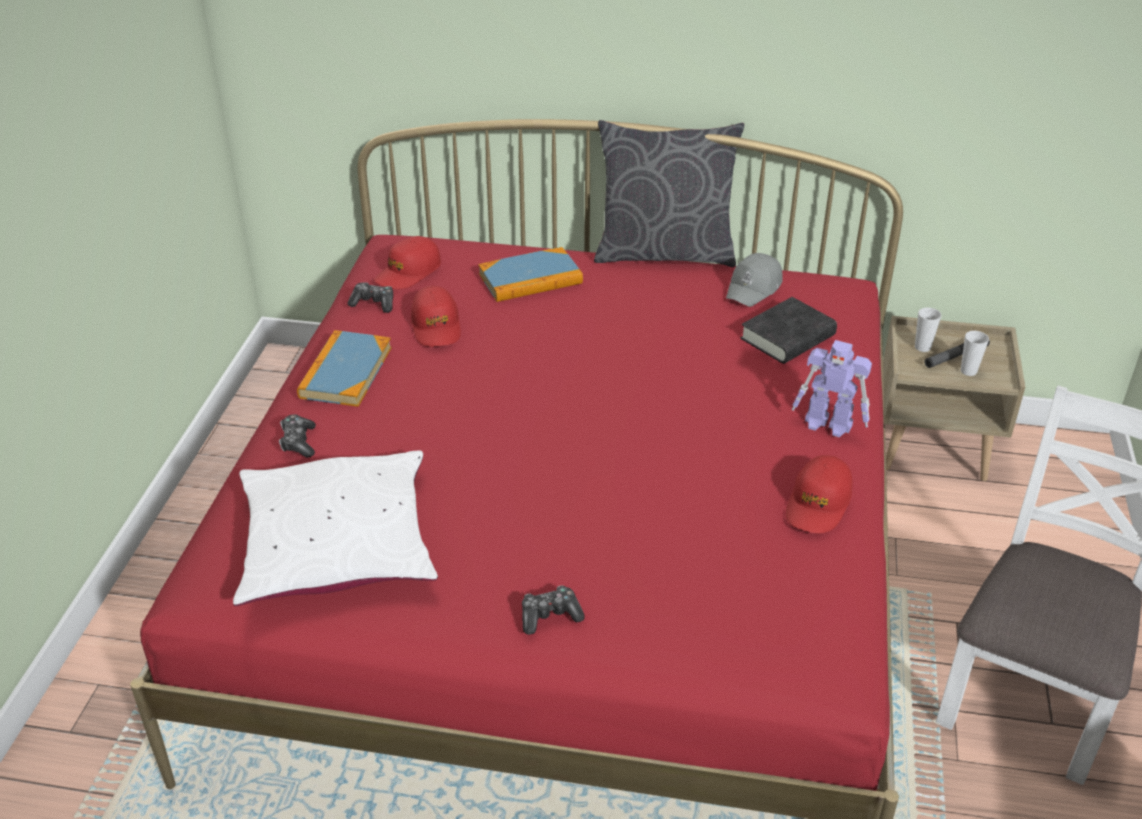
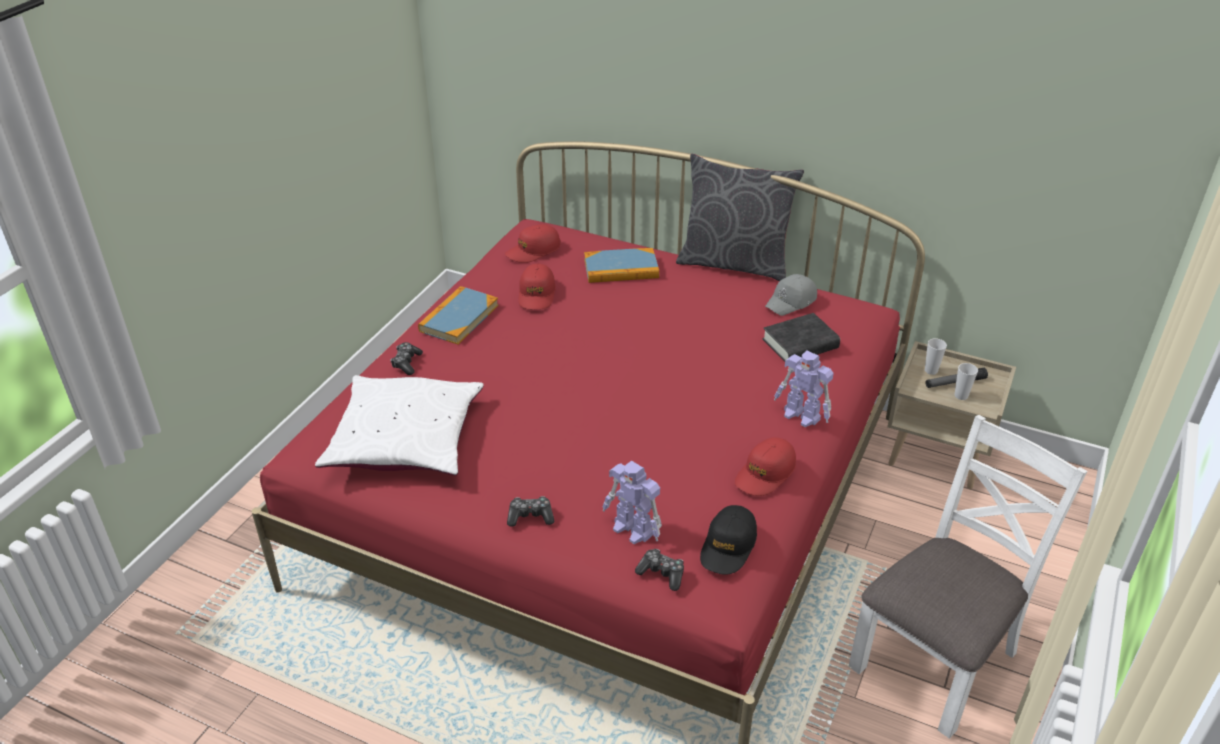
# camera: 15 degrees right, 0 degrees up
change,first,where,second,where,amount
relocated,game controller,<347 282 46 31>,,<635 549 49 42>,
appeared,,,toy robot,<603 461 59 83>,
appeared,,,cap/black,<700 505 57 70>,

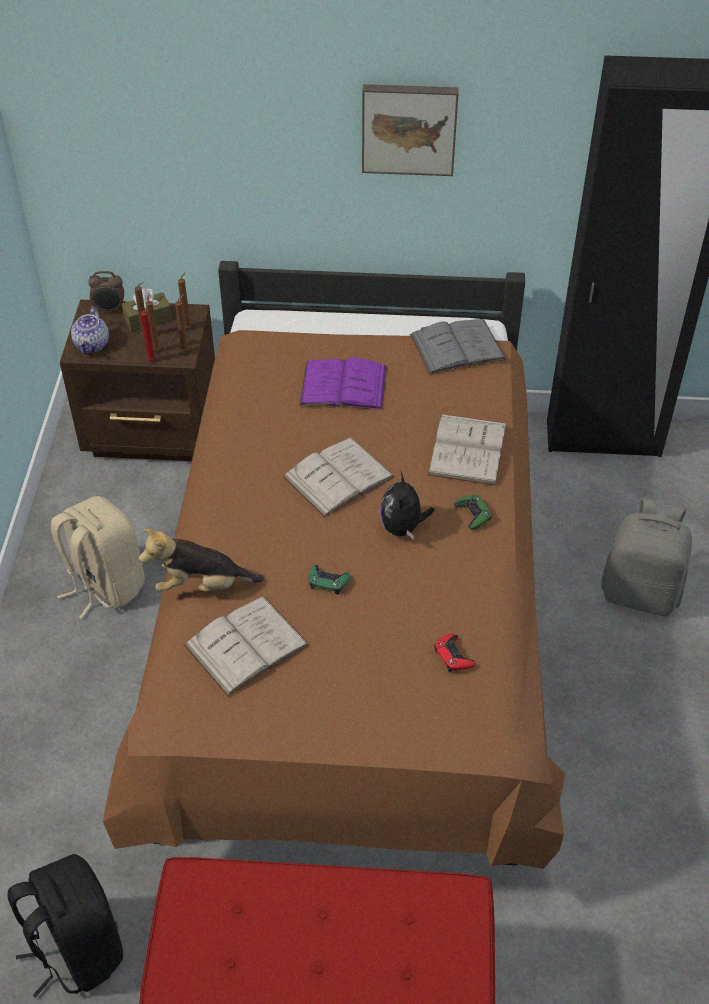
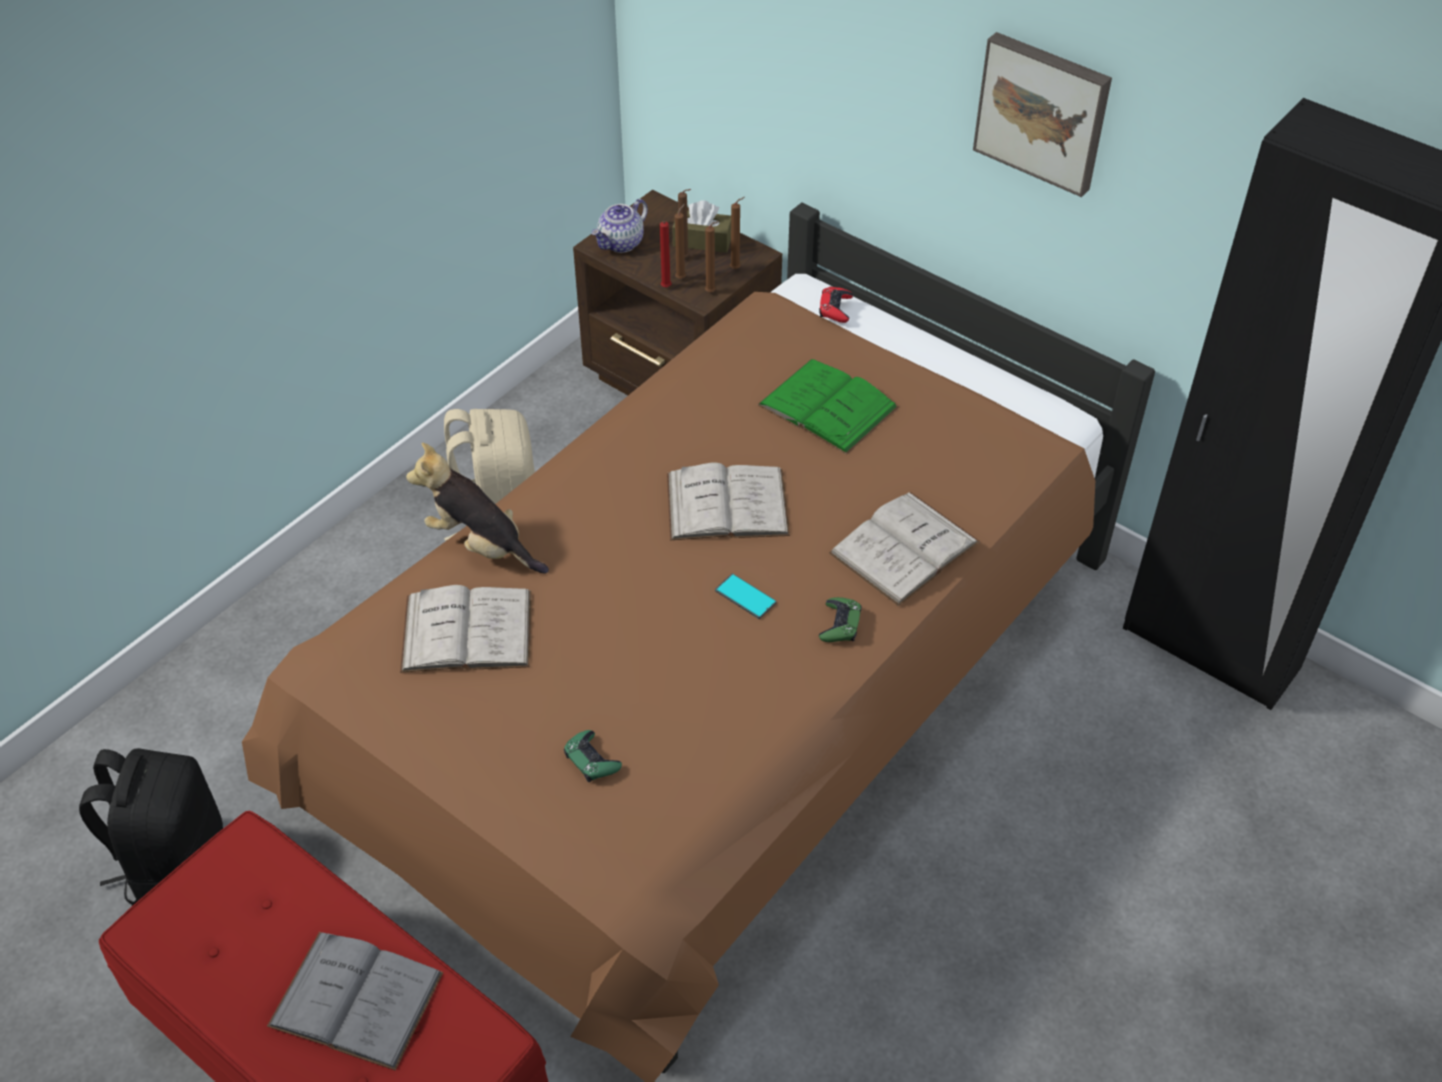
# camera: 35 degrees right, 0 degrees up
change,first,where,second,where,amount
missing,alarm clock,<88 271 36 41>,,,
colour,book/purple,<299 357 88 53>,book/green,<758 359 141 96>,
relocated,game controller/green,<308 565 43 30>,,<564 730 58 52>,
exchanged,plush toy,<380 472 55 68>,phone,<715 573 62 46>,
relocated,book/grey,<410 319 96 55>,,<267 932 176 138>,
relocated,game controller/red,<434 634 42 38>,,<819 286 34 37>,
missing,backpack/grey,<602 498 90 118>,,,

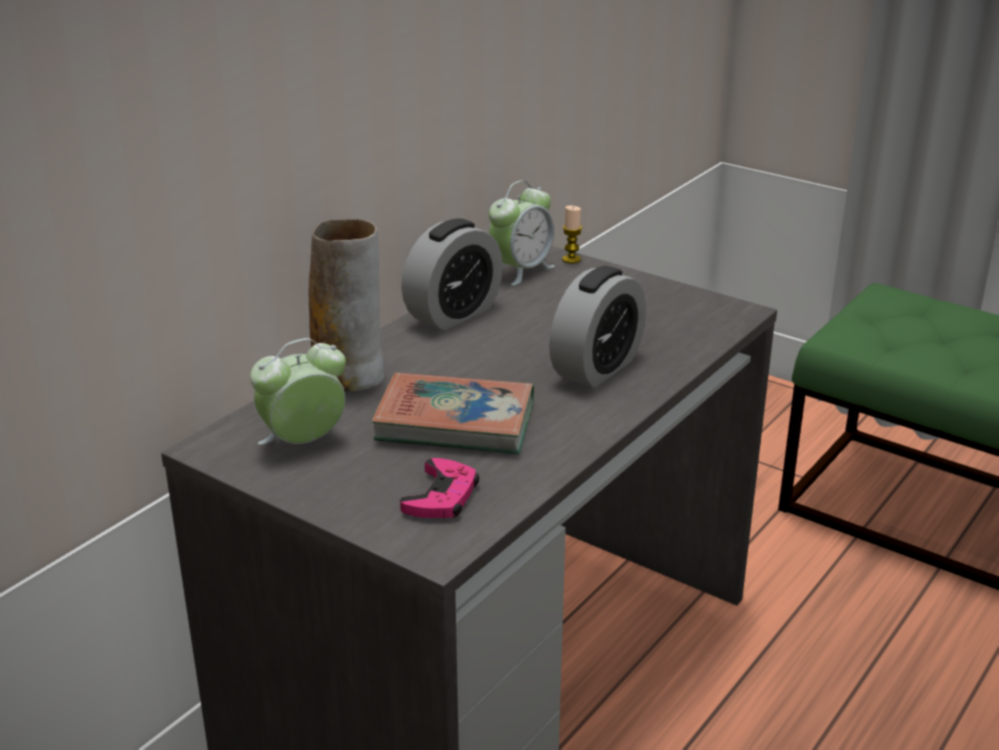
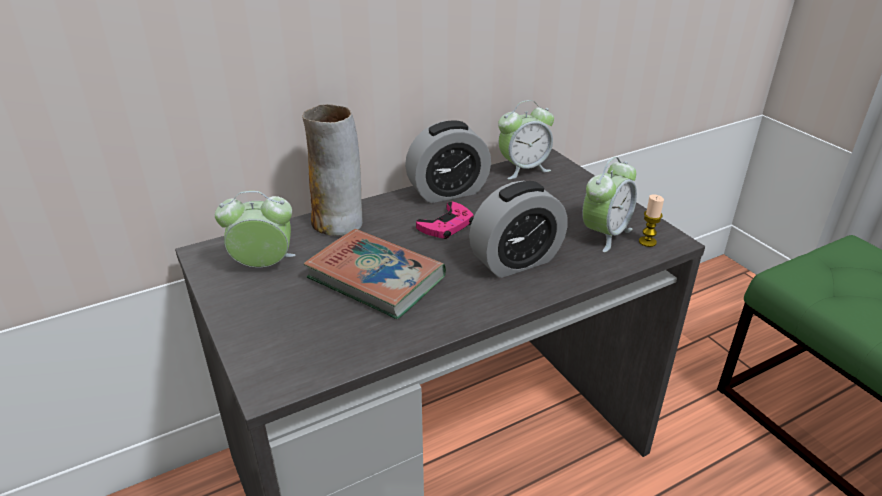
# camera: 25 degrees right, 5 degrees up
change,first,where,second,where,amount
relocated,game controller/pink,<400 458 79 60>,,<416 202 58 37>,
relocated,candle,<562 206 20 58>,,<639 194 25 53>,
appeared,,,alarm clock,<582 157 55 95>,

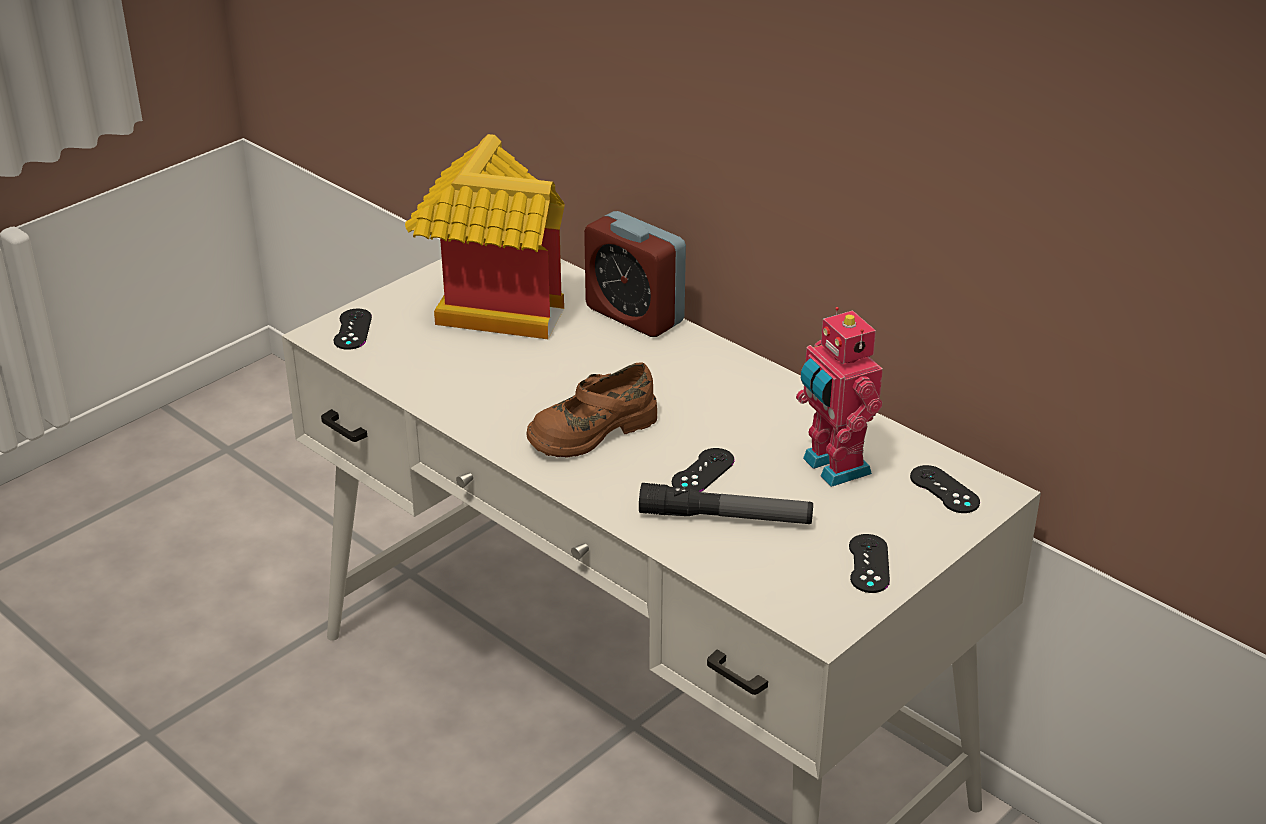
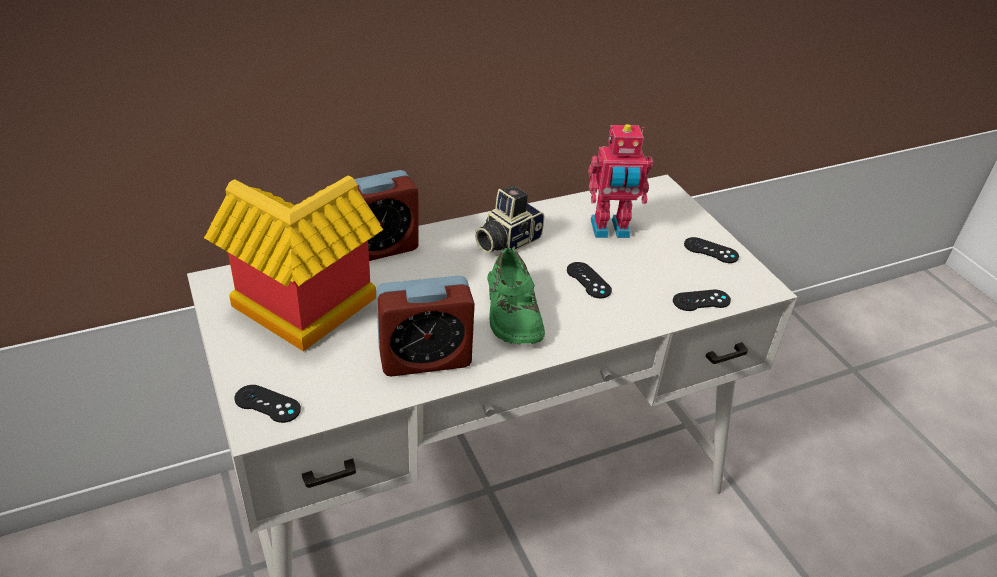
# camera: 70 degrees left, 5 degrees up
change,first,where,second,where,amount
colour,shoe/brown,<526 362 131 96>,shoe/green,<487 248 58 97>,
missing,flashlight,<639 483 174 41>,,,
relocated,game controller/black,<910 465 70 48>,,<673 290 58 21>,
appeared,,,alarm clock,<376 275 99 102>,
appeared,,,photo camera,<475 186 69 67>,

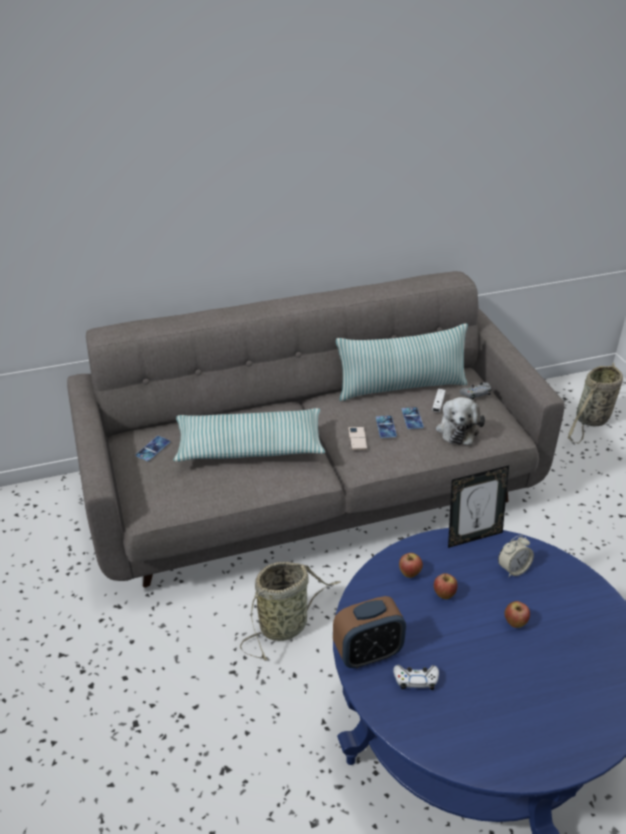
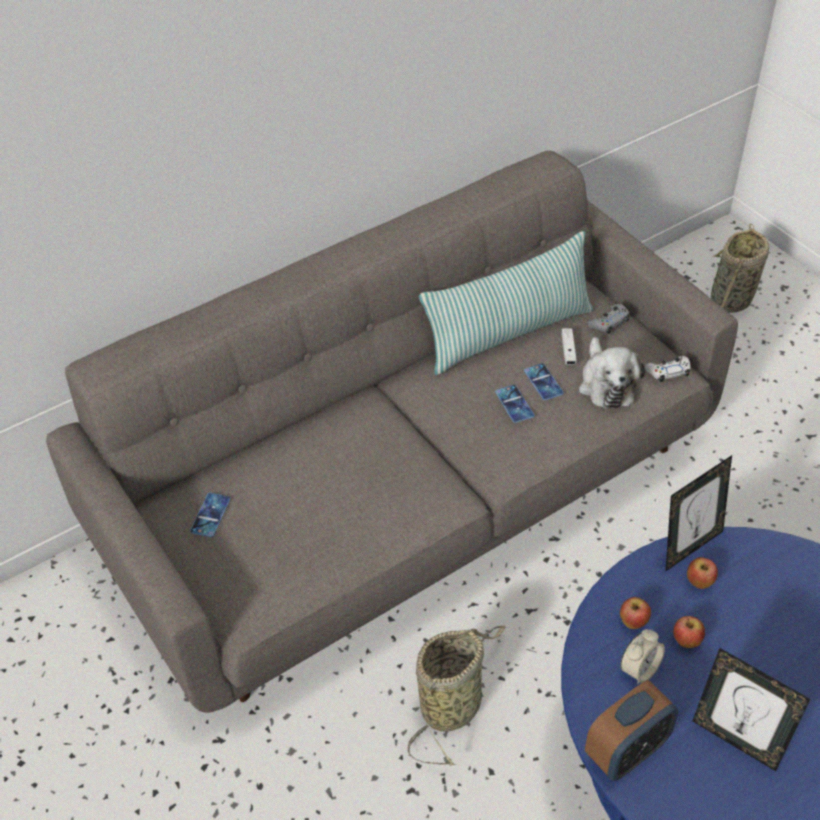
# camera: 15 degrees left, 10 degrees up
change,first,where,second,where,amount
missing,pillow,<174 408 151 54>,,,
missing,phone,<348 427 19 23>,,,
relocated,game controller/white,<393 665 46 25>,,<645 356 46 26>,
relocated,alarm clock,<498 535 36 42>,,<620 629 45 56>,
relocated,apple,<505 601 25 27>,,<687 557 31 32>,
appeared,,,picture frame,<692 648 118 123>,

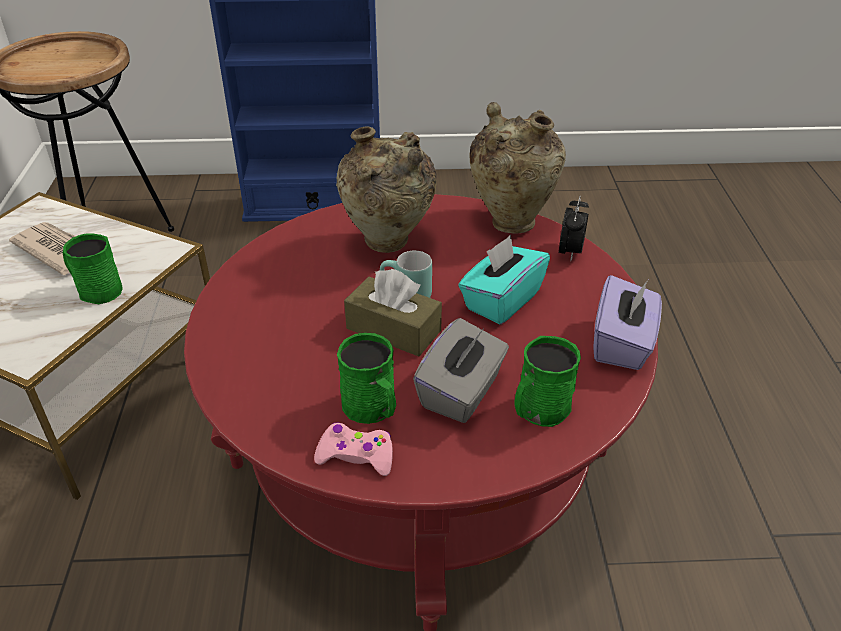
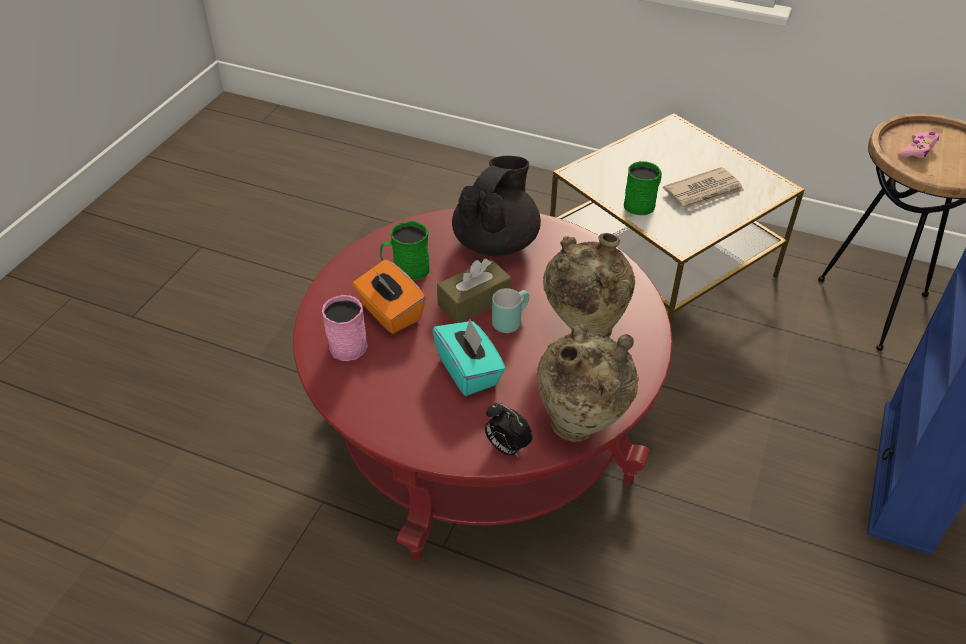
# camera: 115 degrees right, 5 degrees up
change,first,where,second,where,amount
relocated,game controller/pink,<314 423 79 53>,,<899 132 40 26>,
colour,tissue box/grey,<413 318 96 105>,tissue box/orange,<353 260 73 74>,
colour,mug/green,<514 336 67 91>,mug/pink,<322 295 46 66>,
missing,tissue box/purple,<593 275 69 95>,,,
appeared,,,teapot/black,<452 156 89 100>,

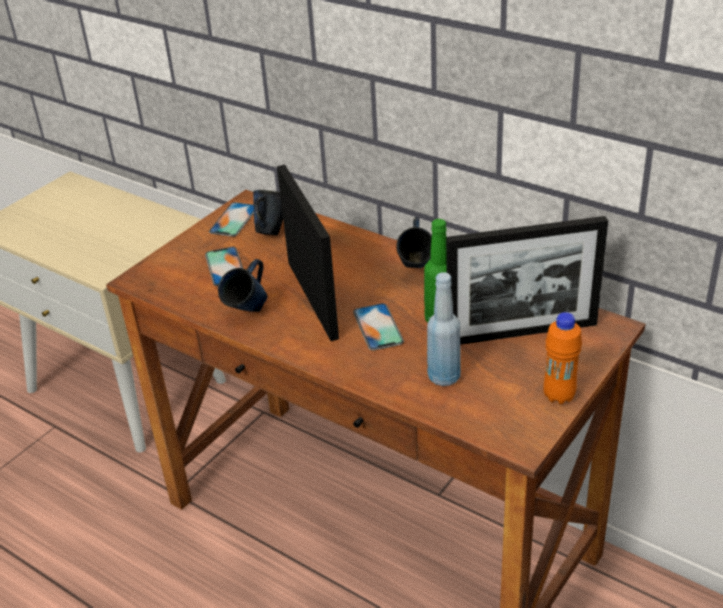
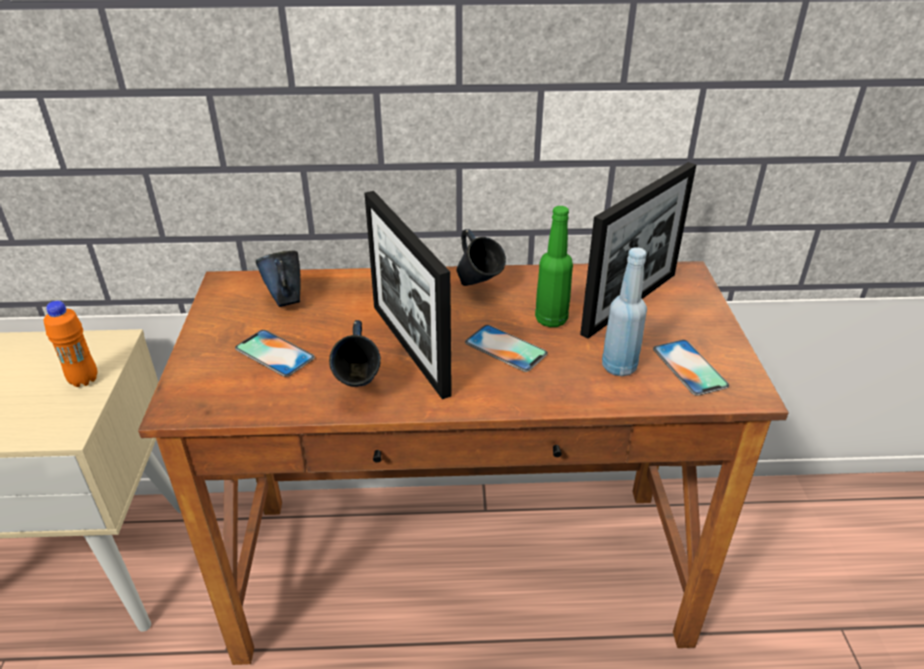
# camera: 40 degrees left, 0 degrees up
change,first,where,second,where,amount
relocated,phone,<209 202 45 35>,,<653 340 76 56>,
spun,picture frame,<277 165 62 176>,,<364 191 88 208>,150 degrees counterclockwise
relocated,bottle/orange,<543 312 39 92>,,<44 301 53 86>,

